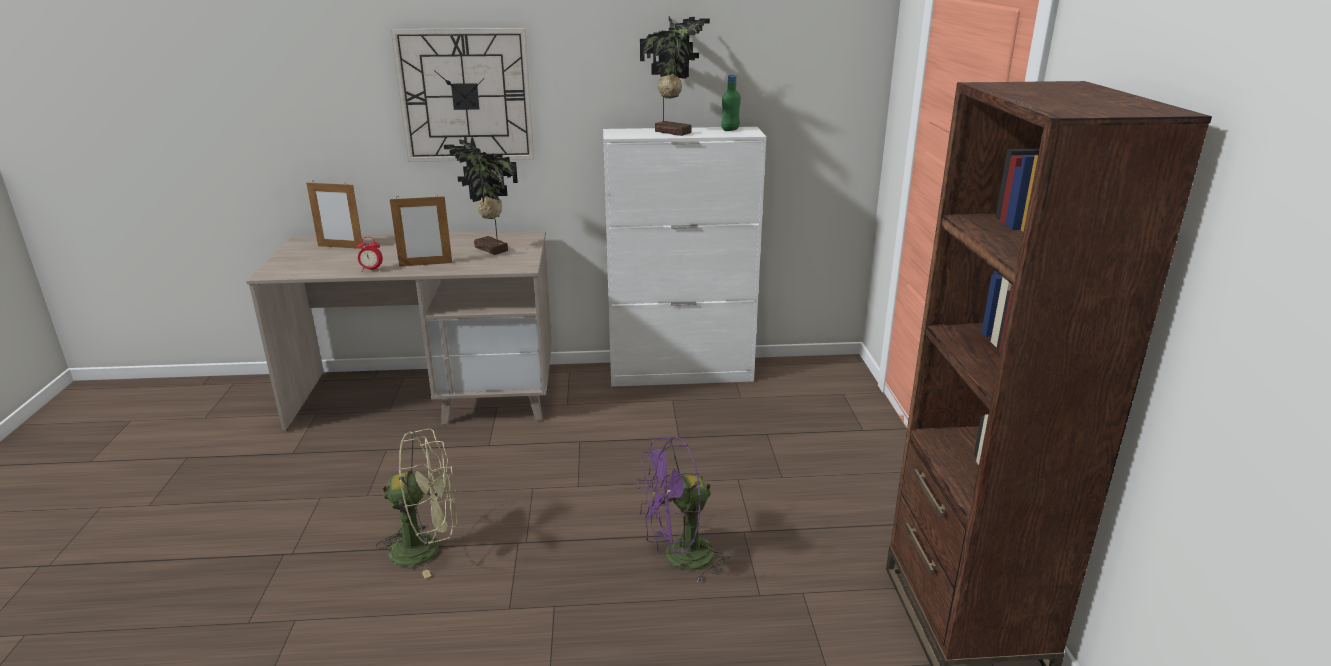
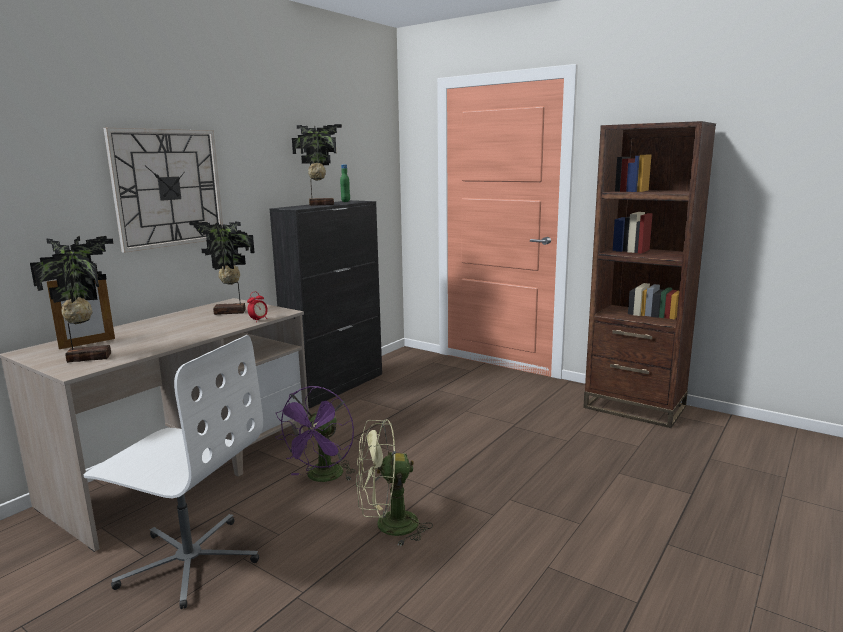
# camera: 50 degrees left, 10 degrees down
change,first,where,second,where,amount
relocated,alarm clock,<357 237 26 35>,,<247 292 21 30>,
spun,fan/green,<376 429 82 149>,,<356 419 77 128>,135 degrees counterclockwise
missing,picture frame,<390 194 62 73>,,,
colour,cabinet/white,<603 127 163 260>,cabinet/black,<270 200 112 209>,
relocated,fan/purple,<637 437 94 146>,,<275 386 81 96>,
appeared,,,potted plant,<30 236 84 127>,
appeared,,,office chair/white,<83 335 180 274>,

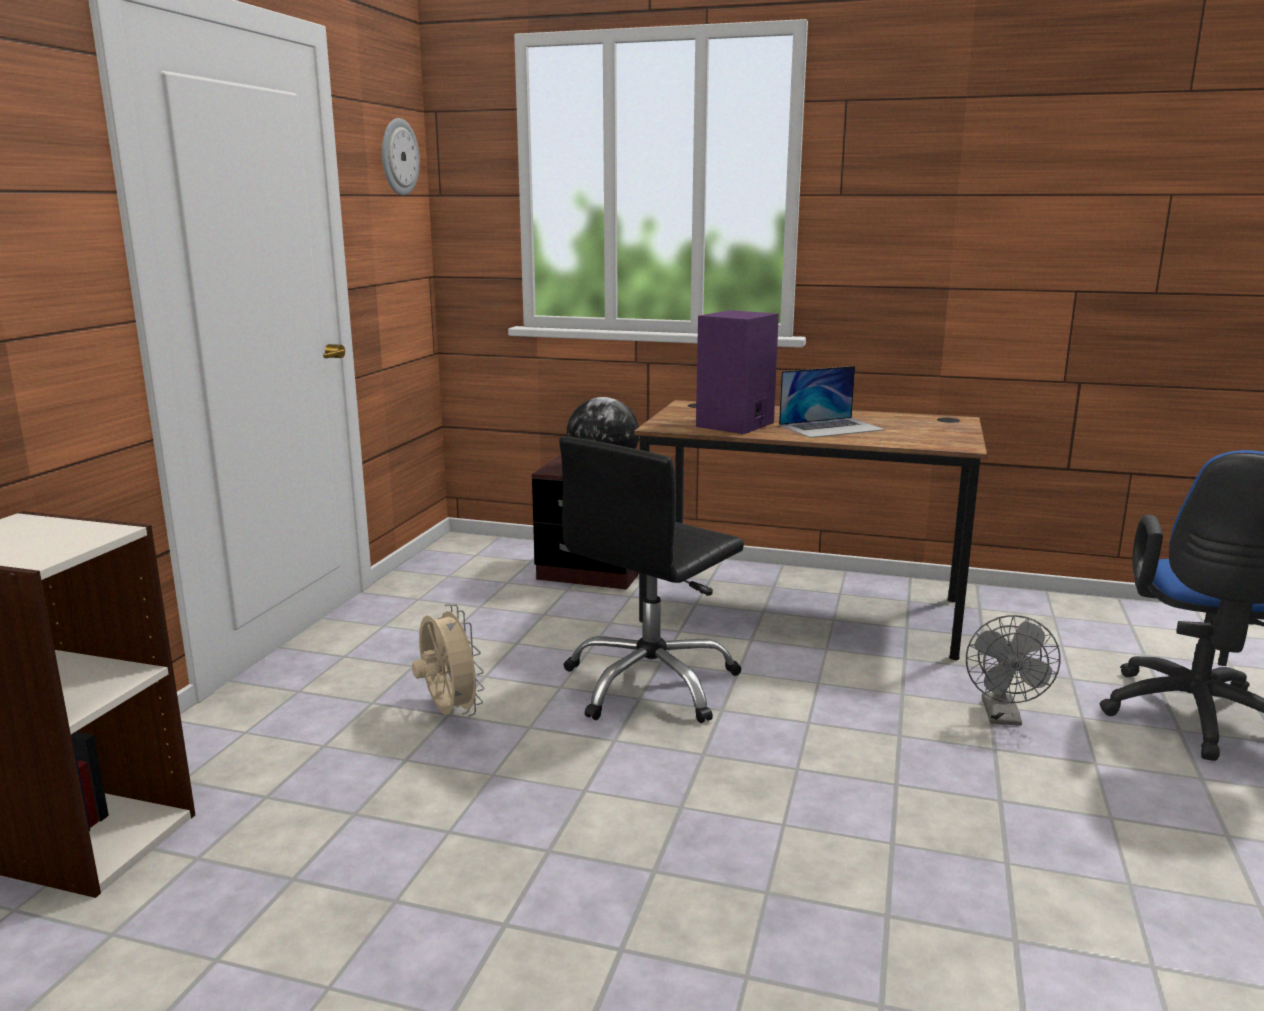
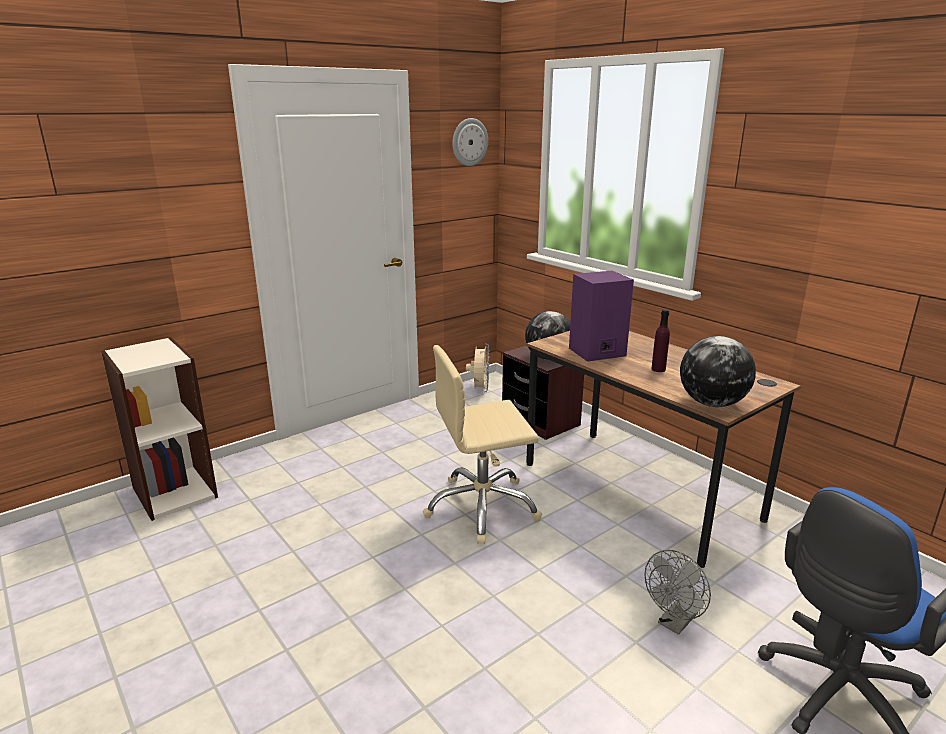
# camera: 35 degrees right, 5 degrees up
change,first,where,second,where,amount
relocated,fan/beige,<412 604 73 112>,,<466 344 23 48>,
colour,office chair/black,<559 437 185 286>,office chair/beige,<423 345 119 199>,
exchanged,laptop,<779 366 106 72>,bottle/purple,<651 309 19 63>,
appeared,,,globe,<680 336 76 71>,

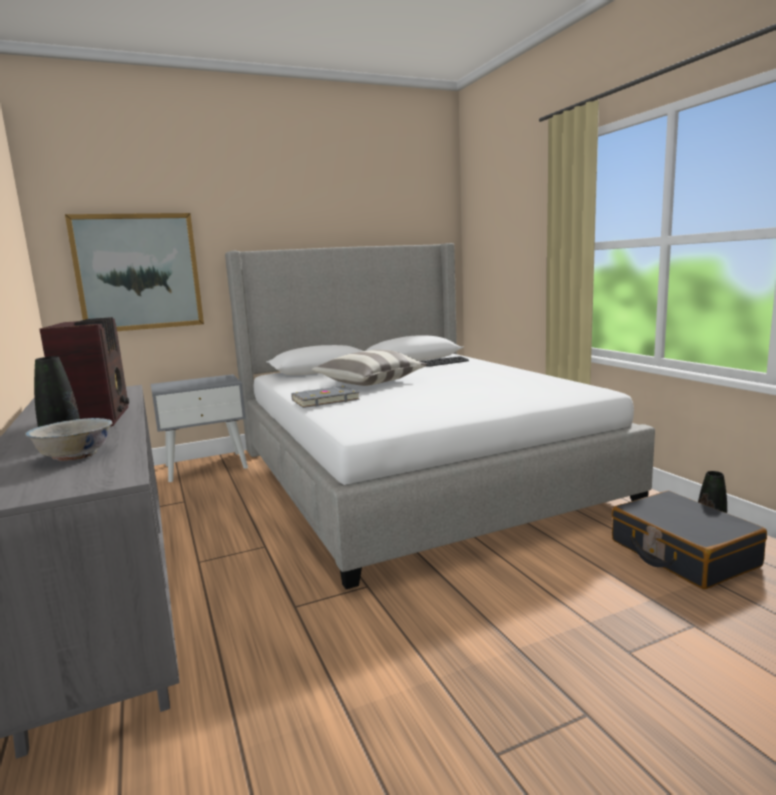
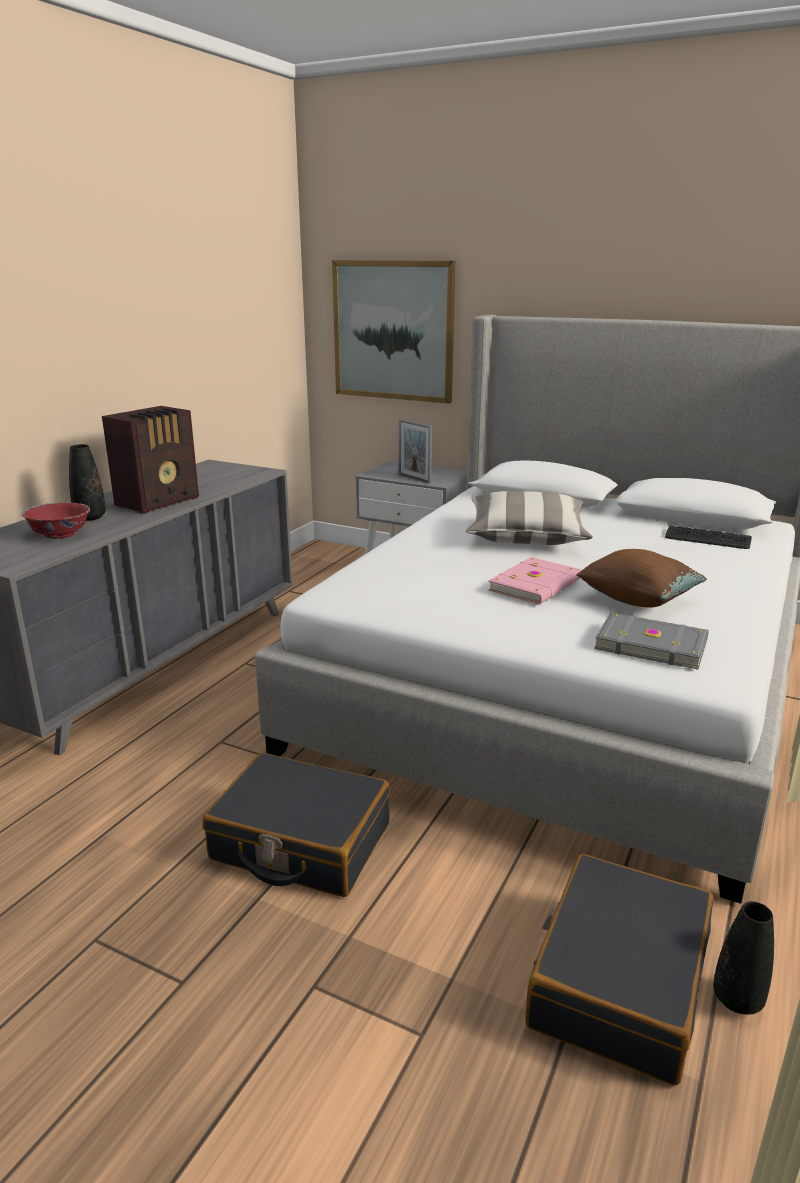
# camera: 50 degrees right, 10 degrees up
change,first,where,second,where,amount
colour,bowl/white,<25 418 87 43>,bowl/red,<21 502 69 37>,
relocated,book/grey,<291 386 69 22>,,<594 612 115 58>,
appeared,,,suitcase/black,<203 753 187 144>,
appeared,,,picture frame,<399 419 33 64>,
appeared,,,book/pink,<488 557 93 48>,
appeared,,,pillow/brown,<576 549 131 59>,

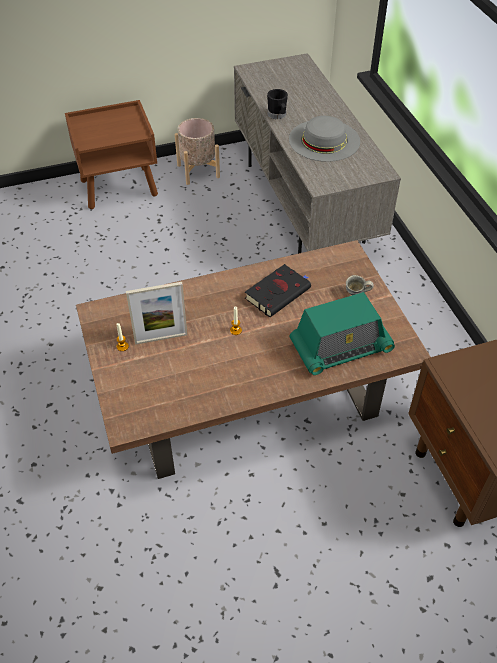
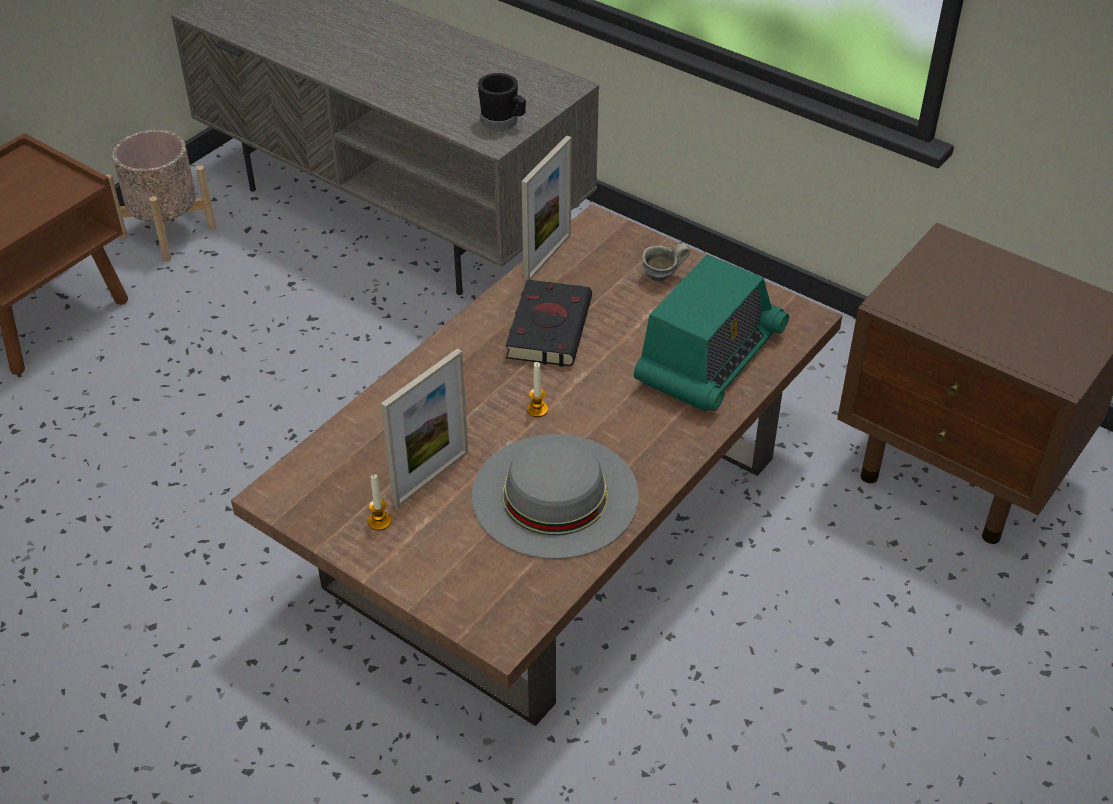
# camera: 35 degrees left, 5 degrees down
change,first,where,second,where,amount
relocated,mug/black,<267 89 21 30>,,<478 73 48 58>,
relocated,hat/grey,<289 116 71 46>,,<472 434 167 125>,
appeared,,,picture frame,<521 136 51 145>,

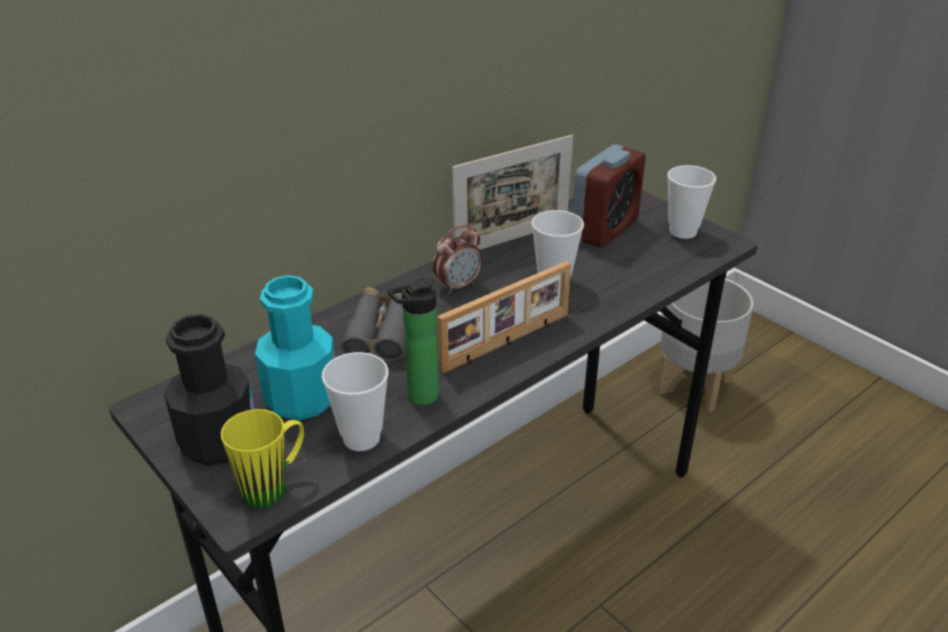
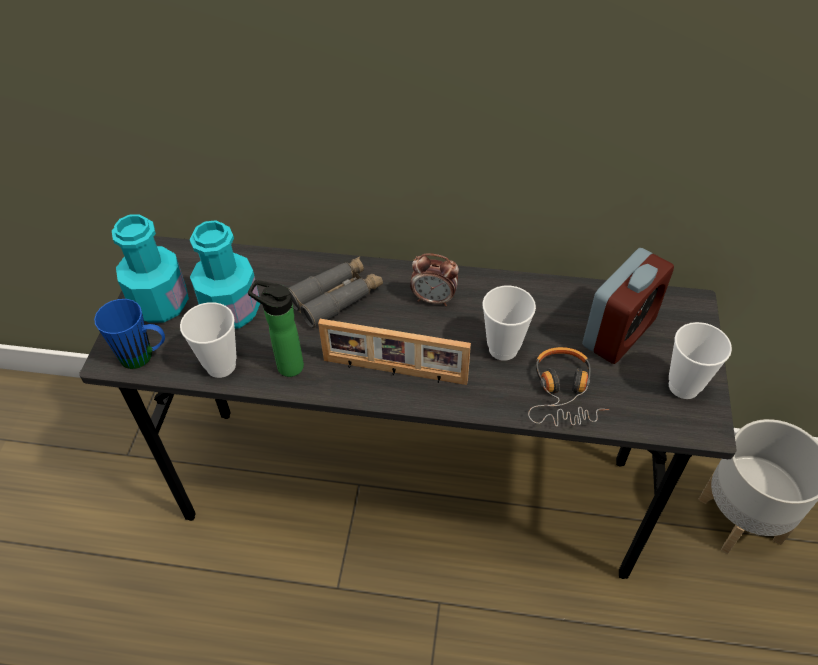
# camera: 50 degrees right, 15 degrees up
change,first,where,second,where,amount
colour,bottle/black,<164 314 90 152>,bottle/turquoise,<112 214 77 109>,
colour,mug/yellow,<221 409 83 99>,mug/blue,<94 299 71 70>,
missing,picture frame,<452 135 121 115>,,,
spun,alarm clock,<572 144 74 104>,,<582 248 92 116>,45 degrees counterclockwise
appeared,,,headphones,<528 347 82 79>,

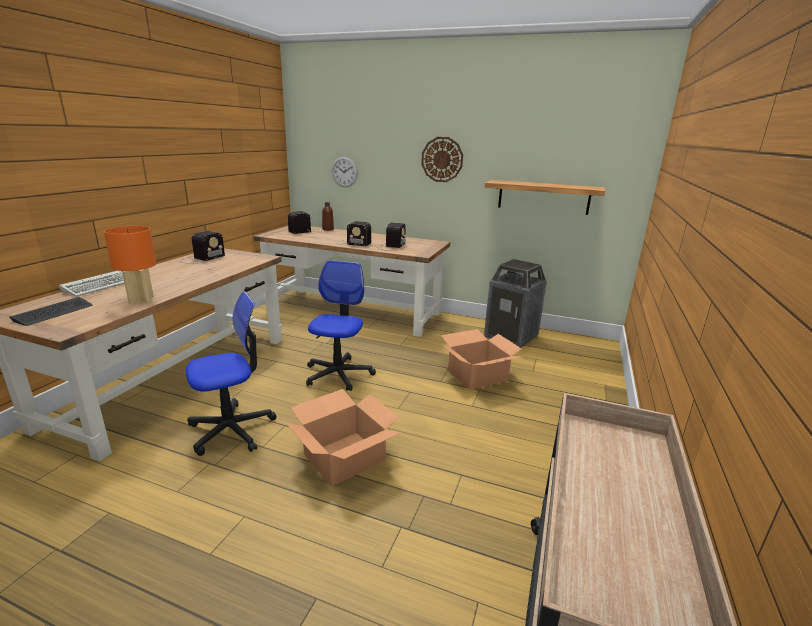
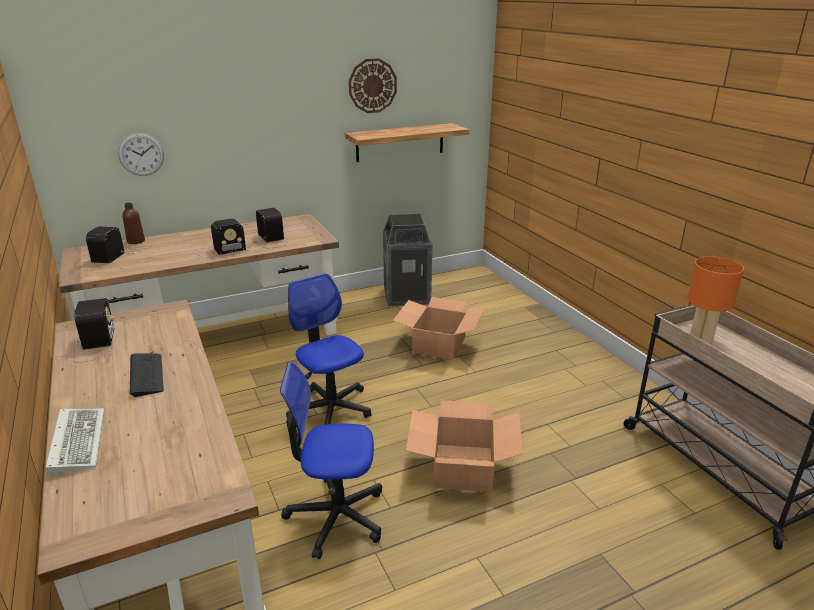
# camera: 45 degrees left, 5 degrees up
change,first,where,second,where,amount
relocated,keyboard,<10 297 83 29>,,<130 353 34 44>,
relocated,table lamp/orange,<104 226 53 78>,,<687 256 57 88>,
spun,office chair,<186 291 90 165>,,<280 362 102 197>,105 degrees counterclockwise
relocated,wall clock,<421 137 42 45>,,<349 58 48 55>,

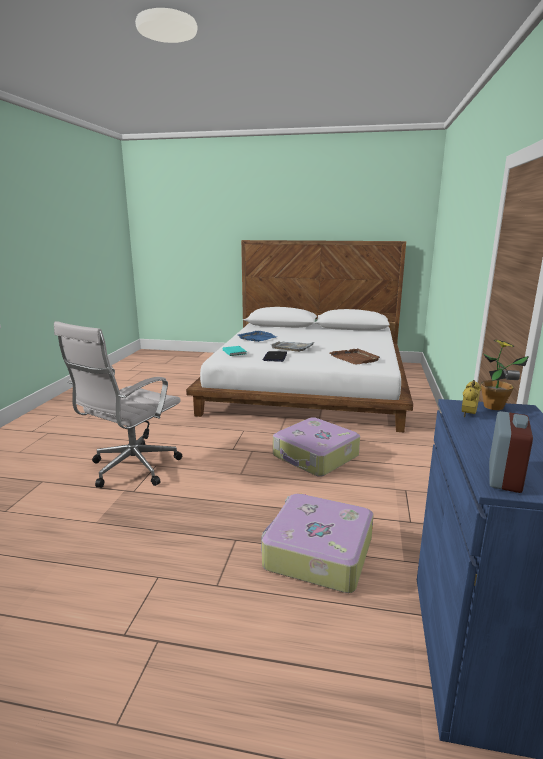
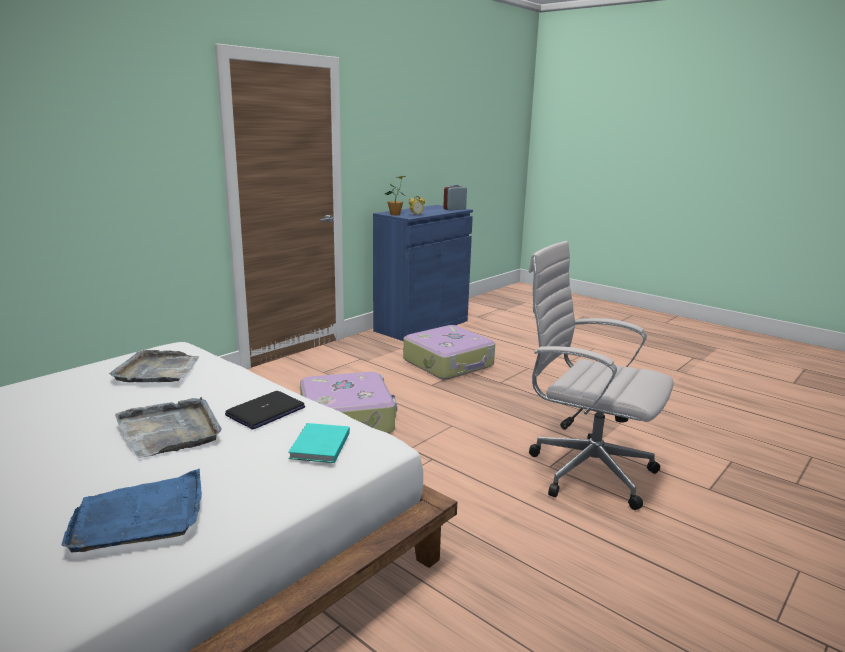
# camera: 150 degrees left, 0 degrees up
change,first,where,second,where,amount
spun,office chair/white,<54 321 128 167>,,<529 241 145 269>,120 degrees counterclockwise
colour,tray/brown,<330 348 50 17>,tray/grey,<109 350 90 32>,

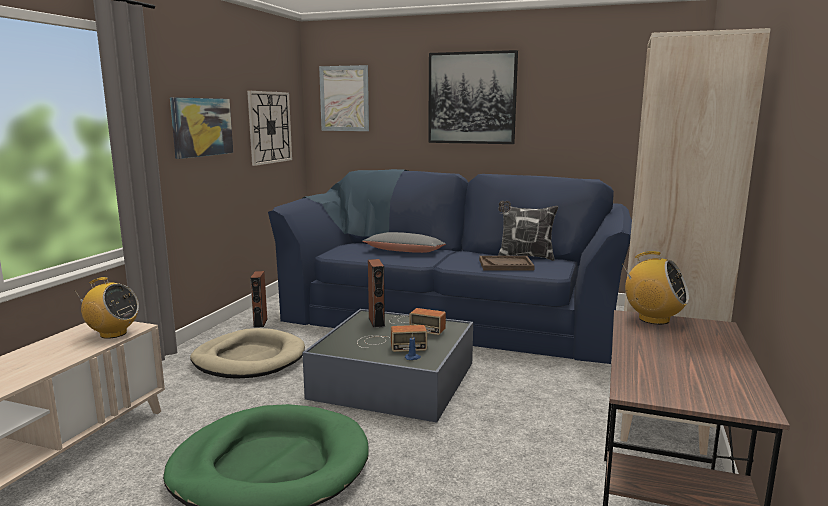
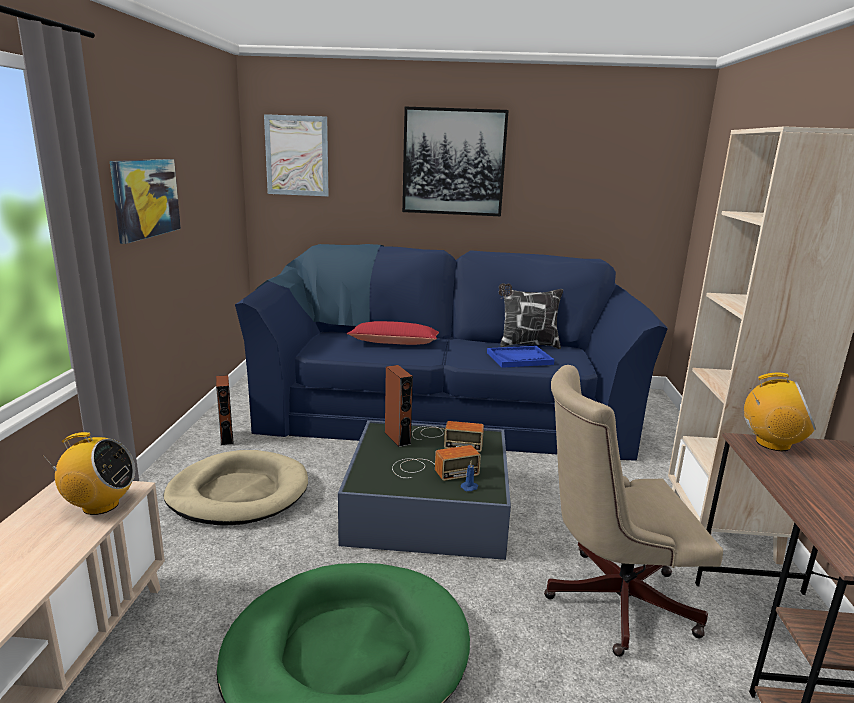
# camera: 15 degrees left, 5 degrees up
change,first,where,second,where,amount
missing,wall clock,<247 91 45 75>,,,
colour,pillow/grey,<362 232 84 21>,pillow/red,<347 321 92 24>,
colour,tray/brown,<479 256 56 15>,tray/blue,<487 346 67 22>,
appeared,,,office chair/beige,<544 365 179 292>,

